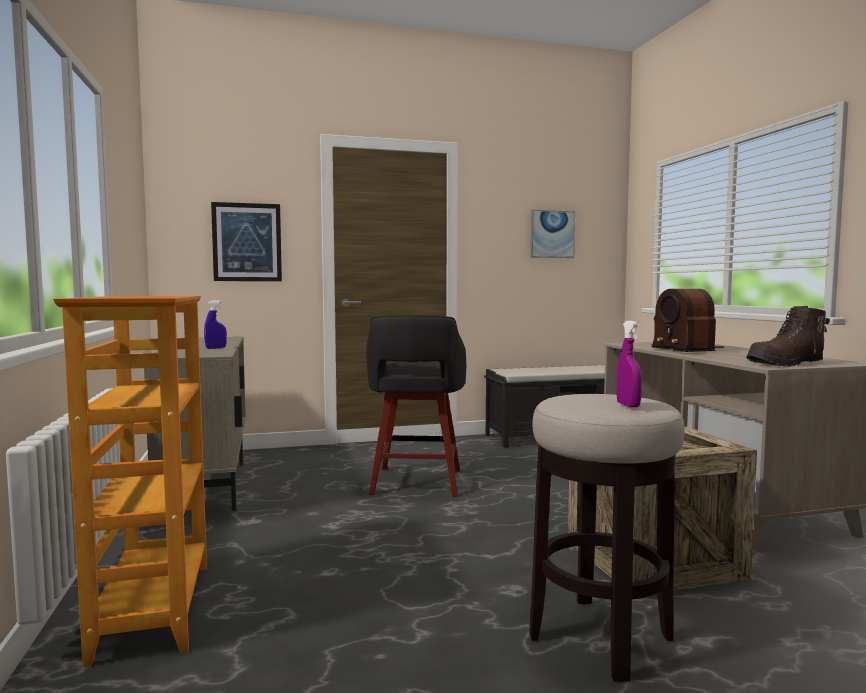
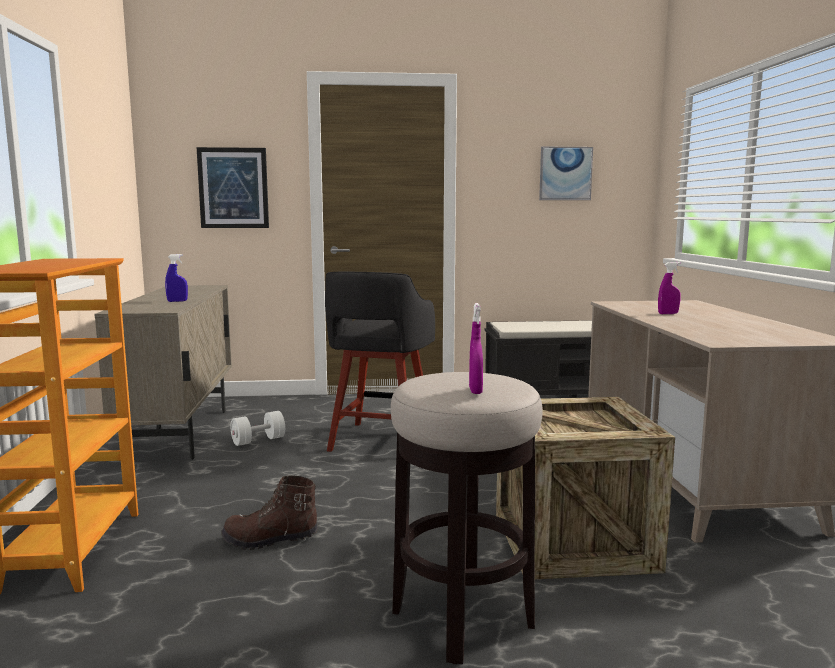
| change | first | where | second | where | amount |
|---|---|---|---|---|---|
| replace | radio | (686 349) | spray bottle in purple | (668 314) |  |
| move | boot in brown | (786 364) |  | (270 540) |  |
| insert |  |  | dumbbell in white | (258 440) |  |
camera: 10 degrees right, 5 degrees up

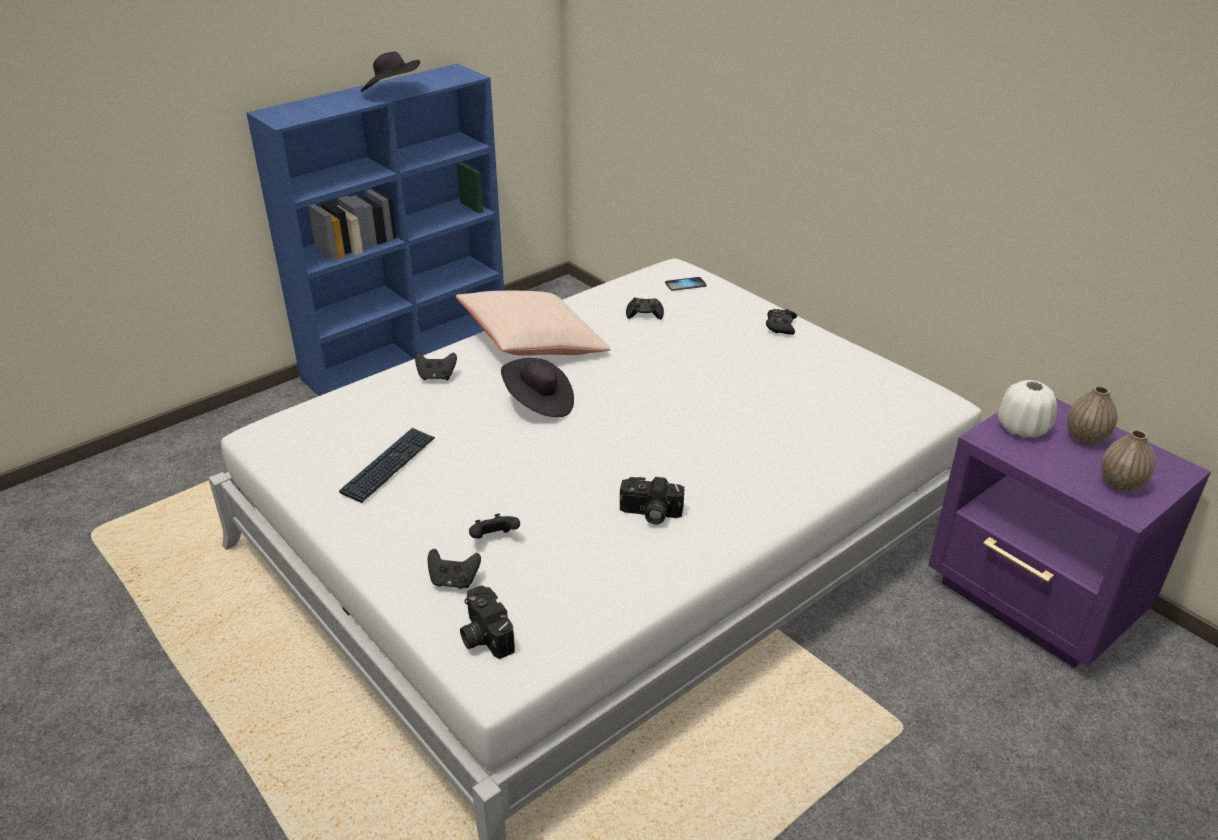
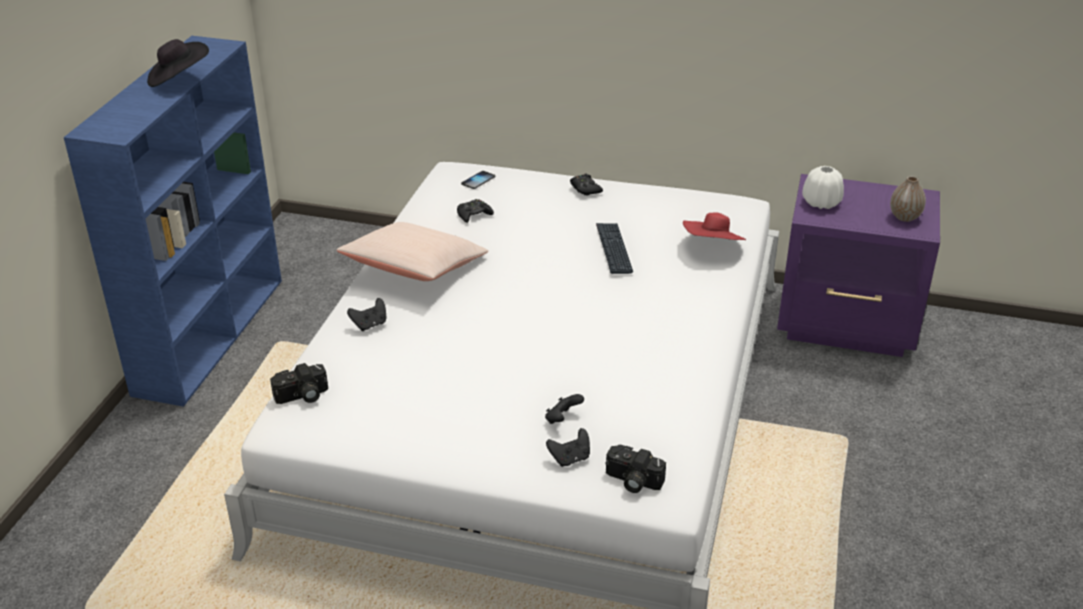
| change | first | where | second | where | amount |
|---|---|---|---|---|---|
| delete | hat in black | (539 403) |  |  |  |
| delete | vase | (1085 438) |  |  |  |
| move | keyboard | (389 466) |  | (613 249) |  |
| move | photo camera | (650 513) |  | (302 396) |  |
| insert |  |  | hat in red | (713 246) |  |
camera: 35 degrees left, 0 degrees up

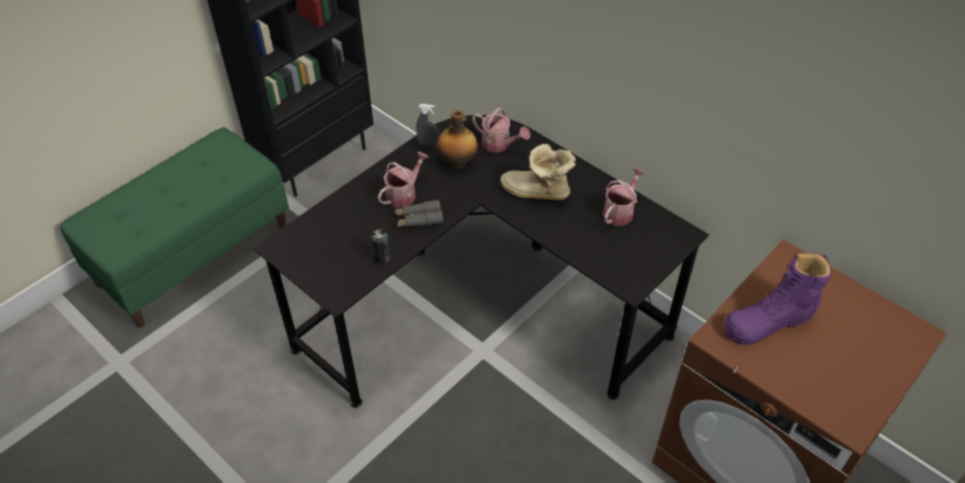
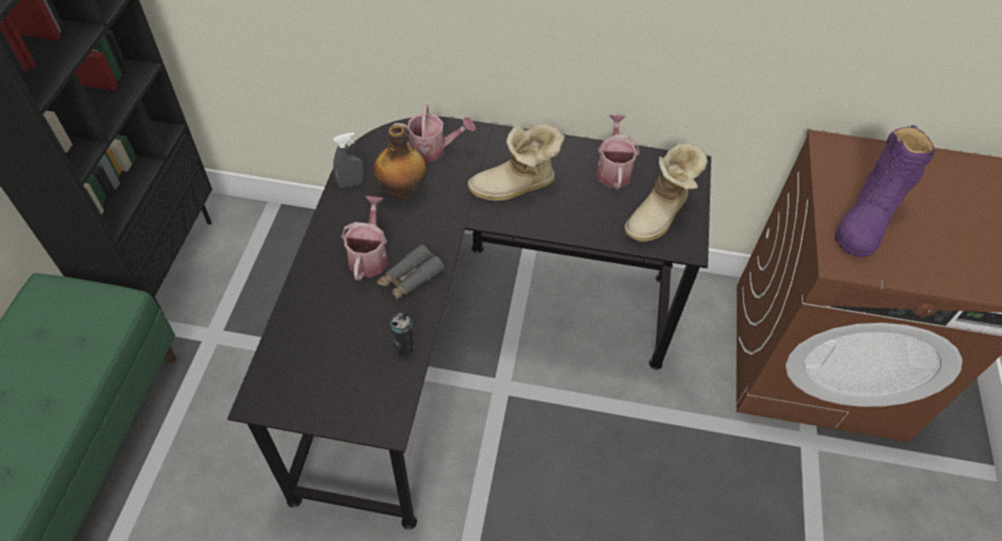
| change | first | where | second | where | amount |
|---|---|---|---|---|---|
| insert |  |  | boot | (660 216) |  |
camera: 35 degrees left, 5 degrees up

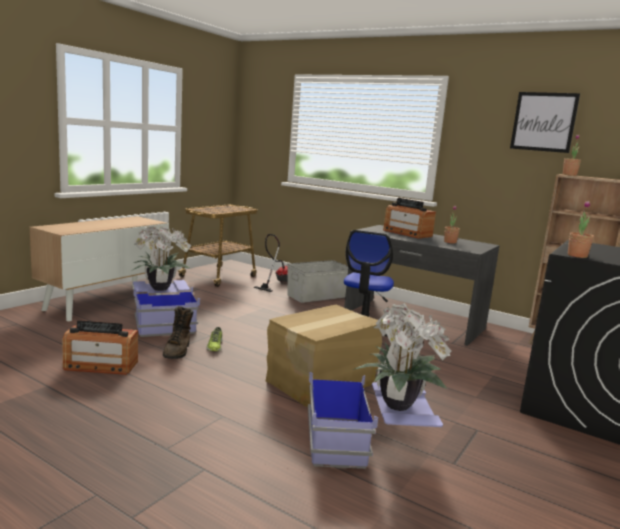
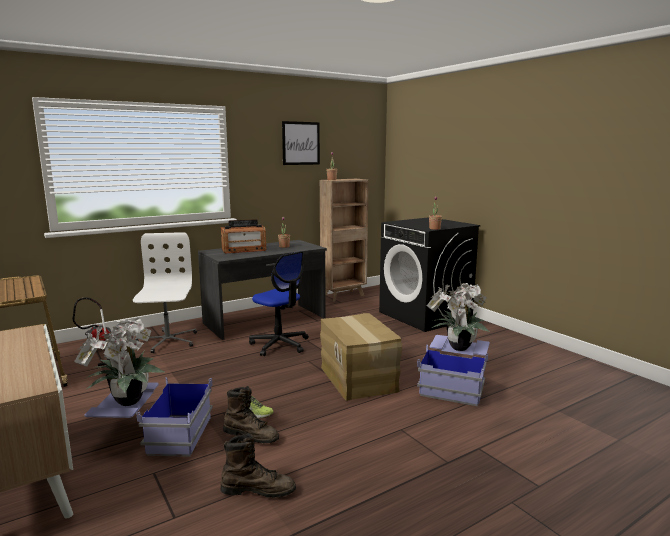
| change | first | where | second | where | amount |
|---|---|---|---|---|---|
| replace | storage box in grey | (318 296) | office chair in white | (167 341) |  |
| replace | radio | (101 365) | boot in brown | (258 490) |  |
camera: 65 degrees left, 0 degrees up

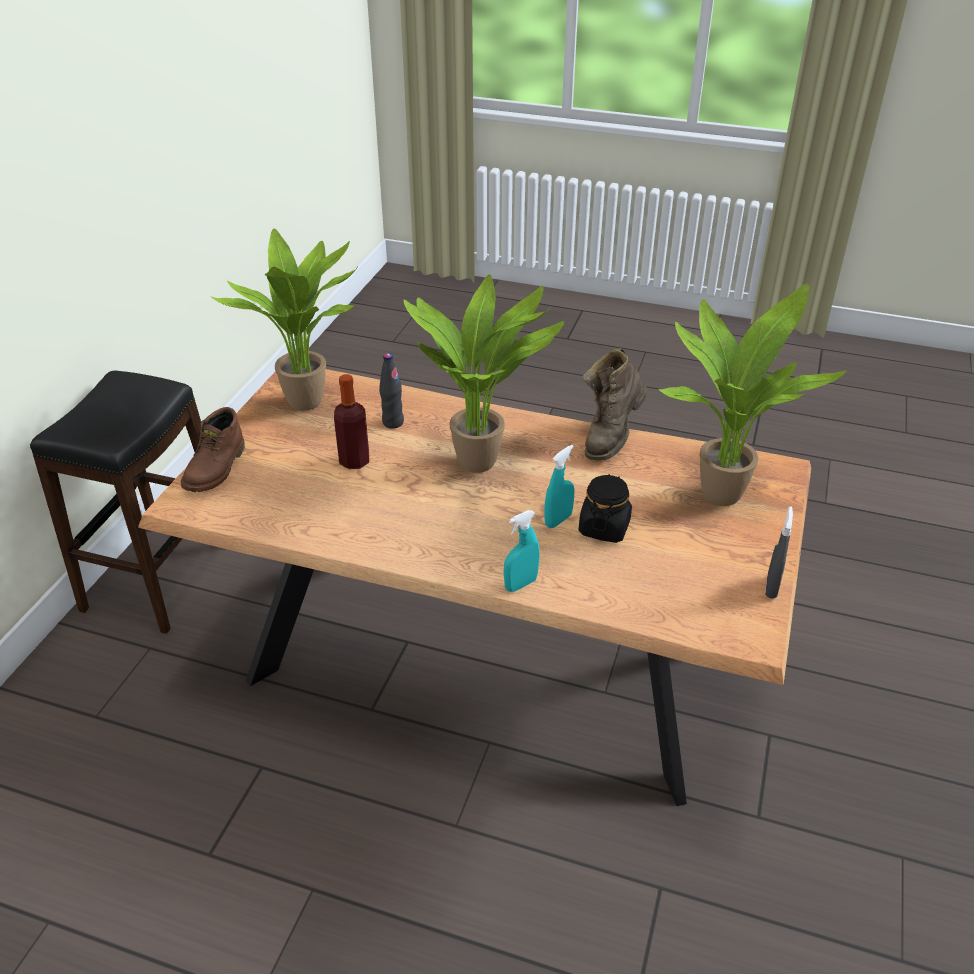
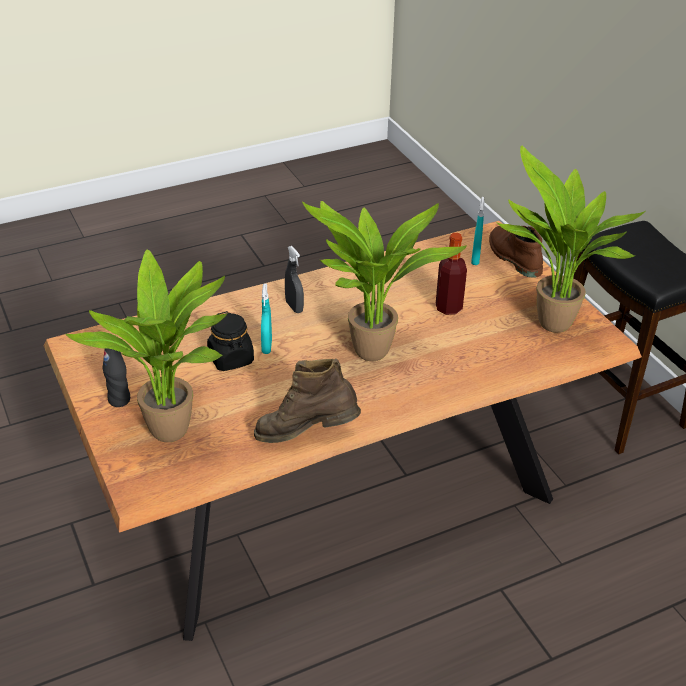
| change | first | where | second | where | amount |
|---|---|---|---|---|---|
| rotate | boot in brown | (611 436) |  | (307 435) | 75 degrees counterclockwise |
| move | bottle in black | (393 422) |  | (119 400) |  |
| move | spray bottle in grey | (771 587) |  | (294 307) |  |
| move | spray bottle in turquoise | (520 584) |  | (475 259) |  |
camera: 135 degrees right, 0 degrees up

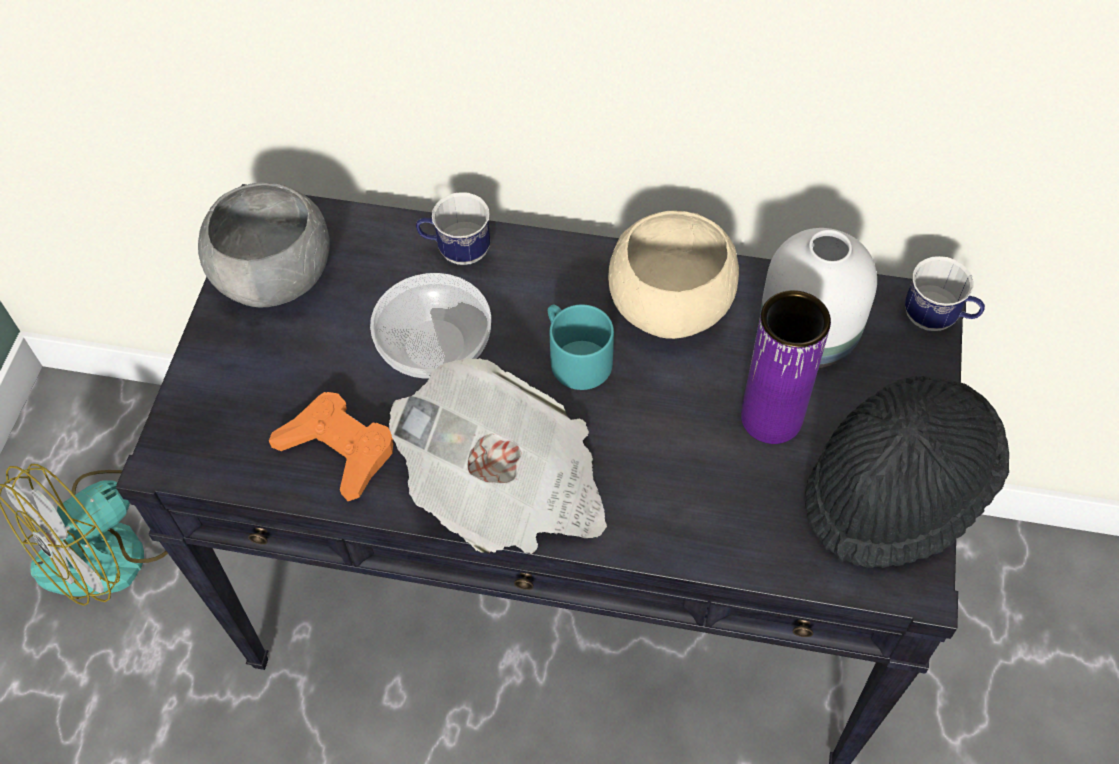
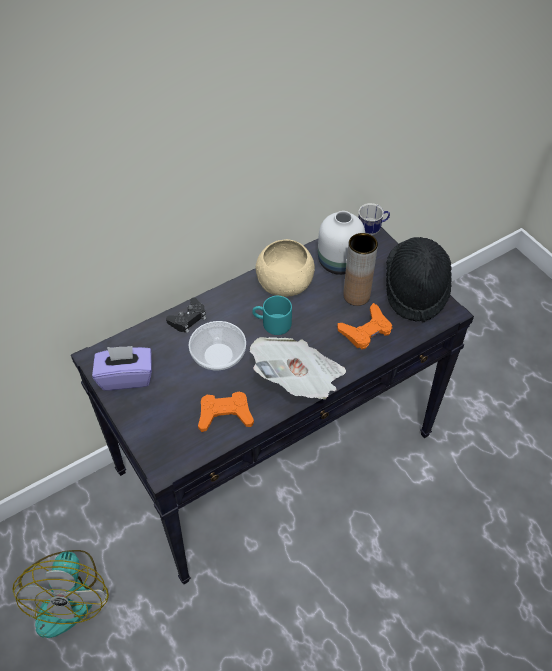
| change | first | where | second | where | amount |
|---|---|---|---|---|---|
| replace | bowl in grey | (273 275) | tissue box in purple | (126 377) |  |
| replace | mug | (456 251) | game controller in black | (188 319) |  |
| recolor | vase in purple | (771 418) | vase in brown | (356 295) |  |
| insert |  |  | game controller in orange | (366 331) |  |
camera: 45 degrees left, 5 degrees down

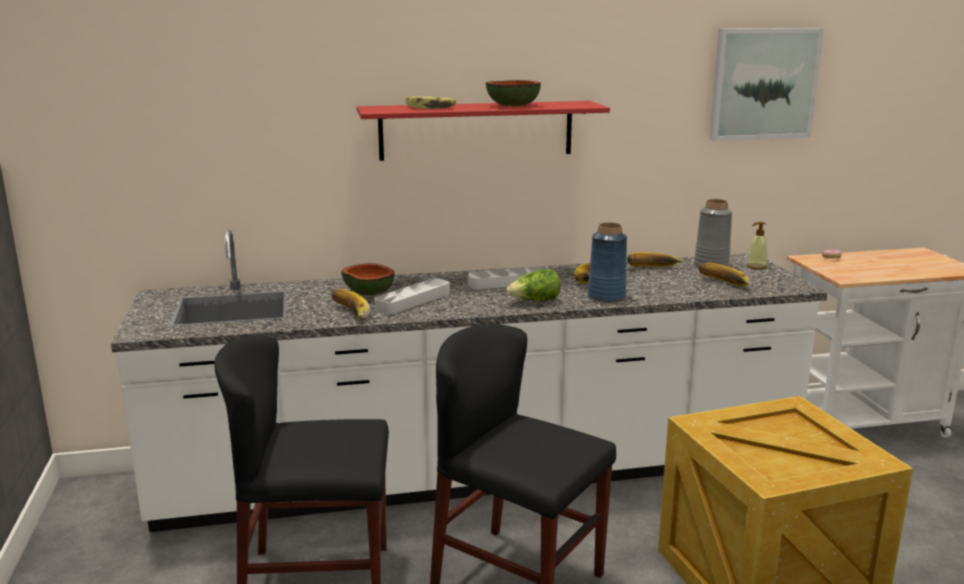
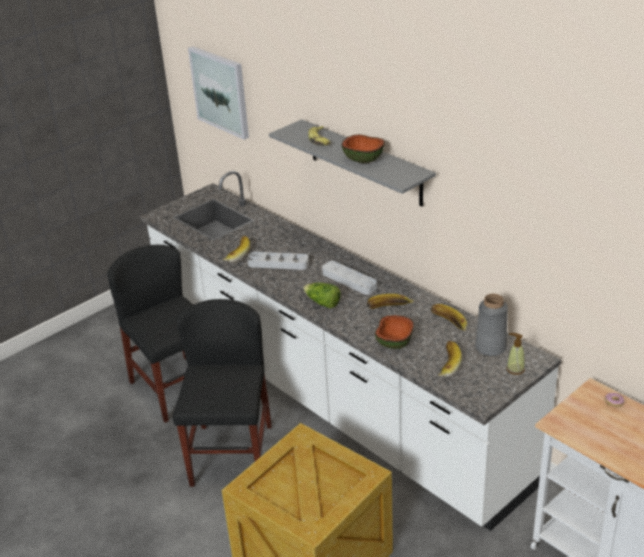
| change | first | where | second | where | amount |
|---|---|---|---|---|---|
| move | picture | (763 84) |  | (220 91) |  |
| recolor | shelf in red | (476 130) | shelf in grey | (365 163) |  |
| delete | vase in blue | (606 296) |  |  |  |
| move | bowl | (368 293) |  | (394 342) |  |
camera: 60 degrees right, 15 degrees up

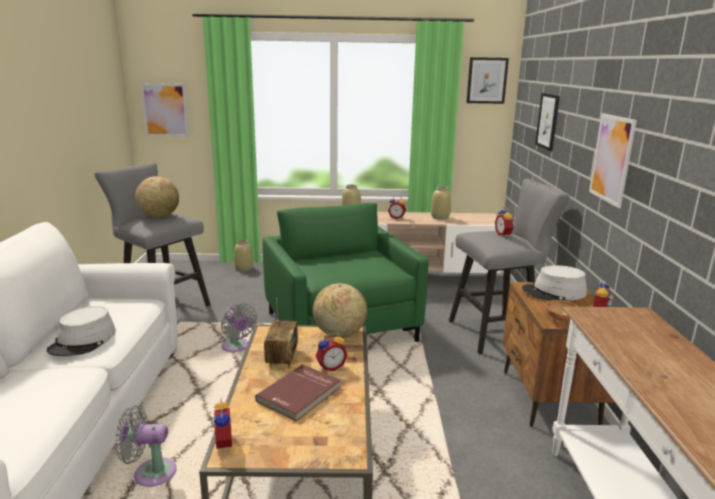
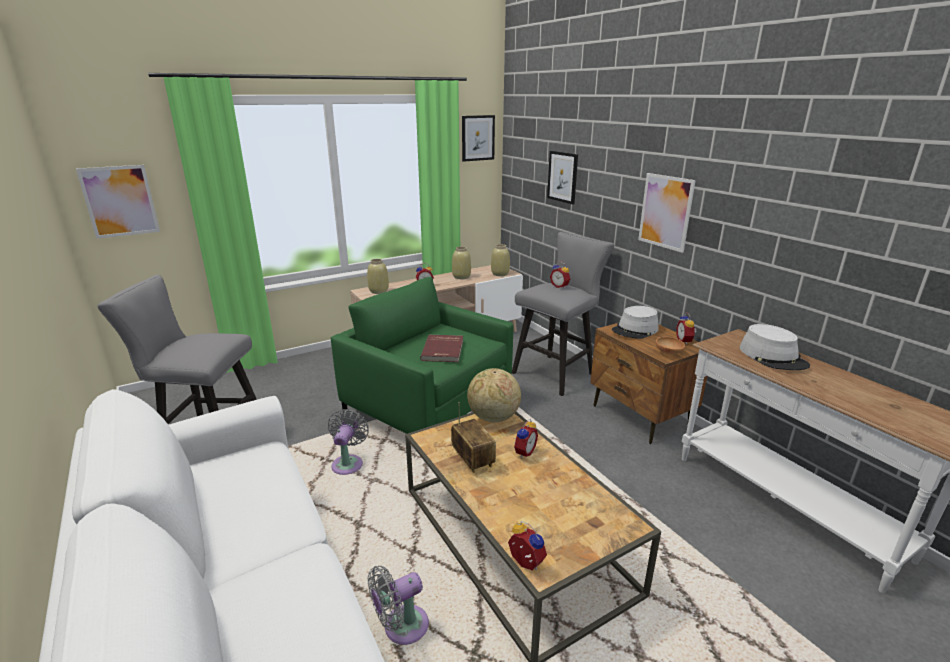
| change | first | where | second | where | amount |
|---|---|---|---|---|---|
| delete | globe | (159 216) |  |  |  |
| move | vase in beige | (244 268) |  | (500 274) |  |
| rotate | fan in grey | (237 347) |  | (348 463) | 105 degrees counterclockwise |
| move | hat in grey | (83 341) |  | (773 357) |  |
| move | book in red | (300 394) |  | (443 350) |  |
camera: 30 degrees left, 5 degrees up

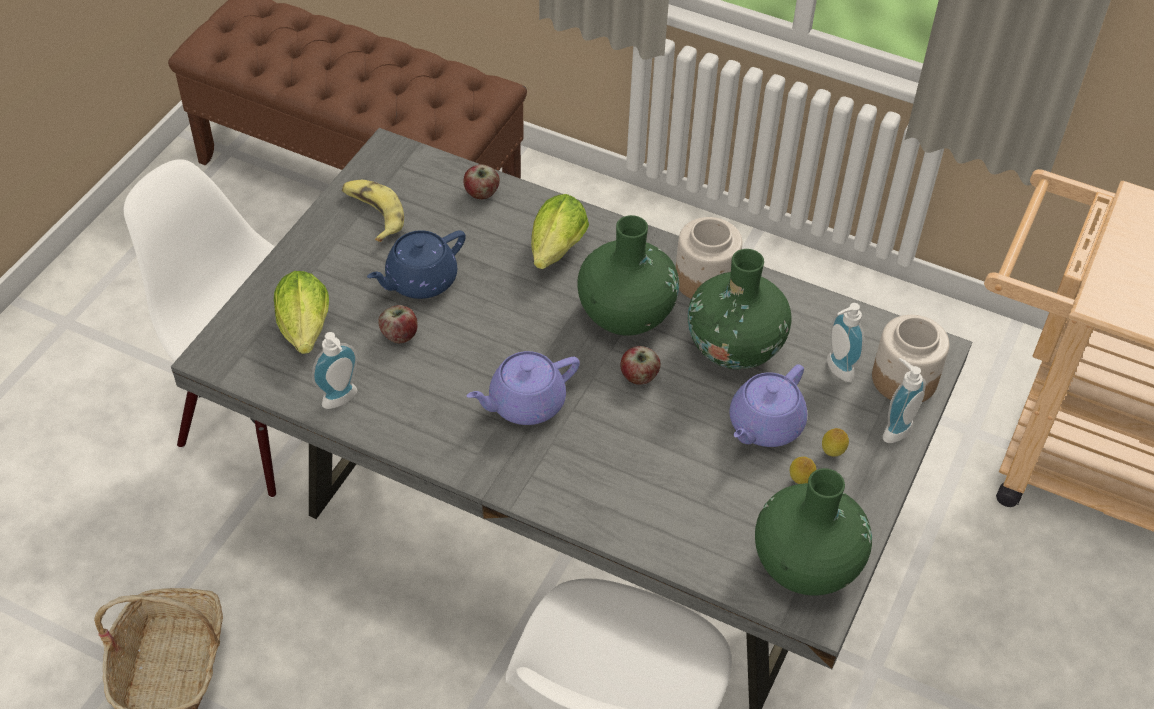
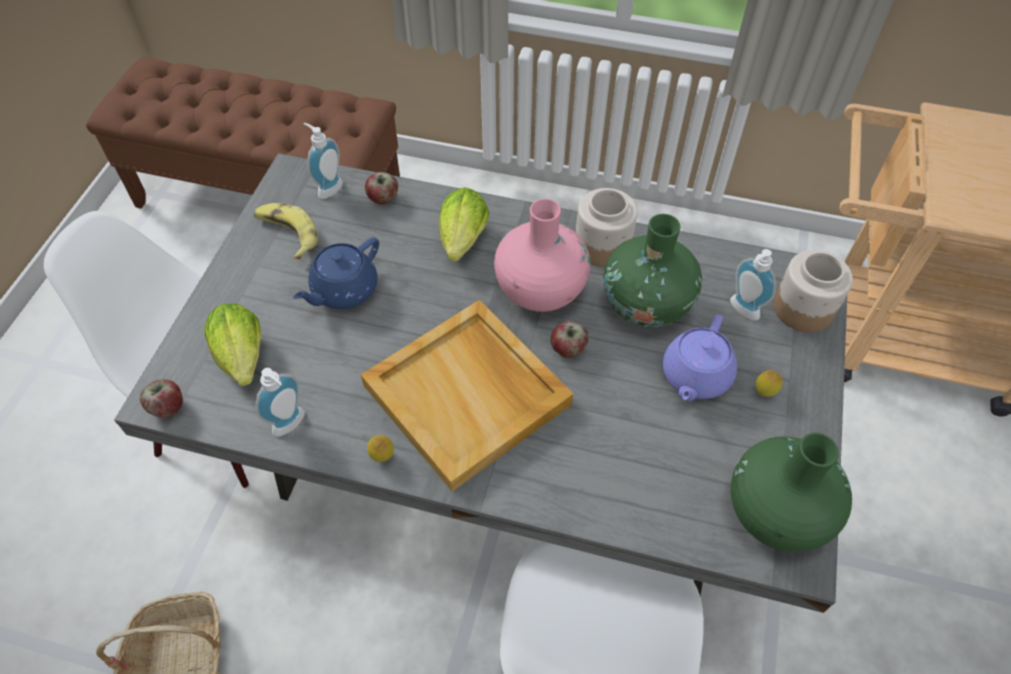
| change | first | where | second | where | amount |
|---|---|---|---|---|---|
| recolor | vase in green | (625 314) | vase in pink | (540 290) |  |
| move | apple | (399 335) |  | (168 407) |  |
| replace | teapot in purple | (525 403) | tray in beige | (469 395) |  |
| move | soap dispenser | (893 428) |  | (328 188) |  |
| move | lemon | (800 481) |  | (382 457) |  |
camera: 10 degrees left, 5 degrees up

